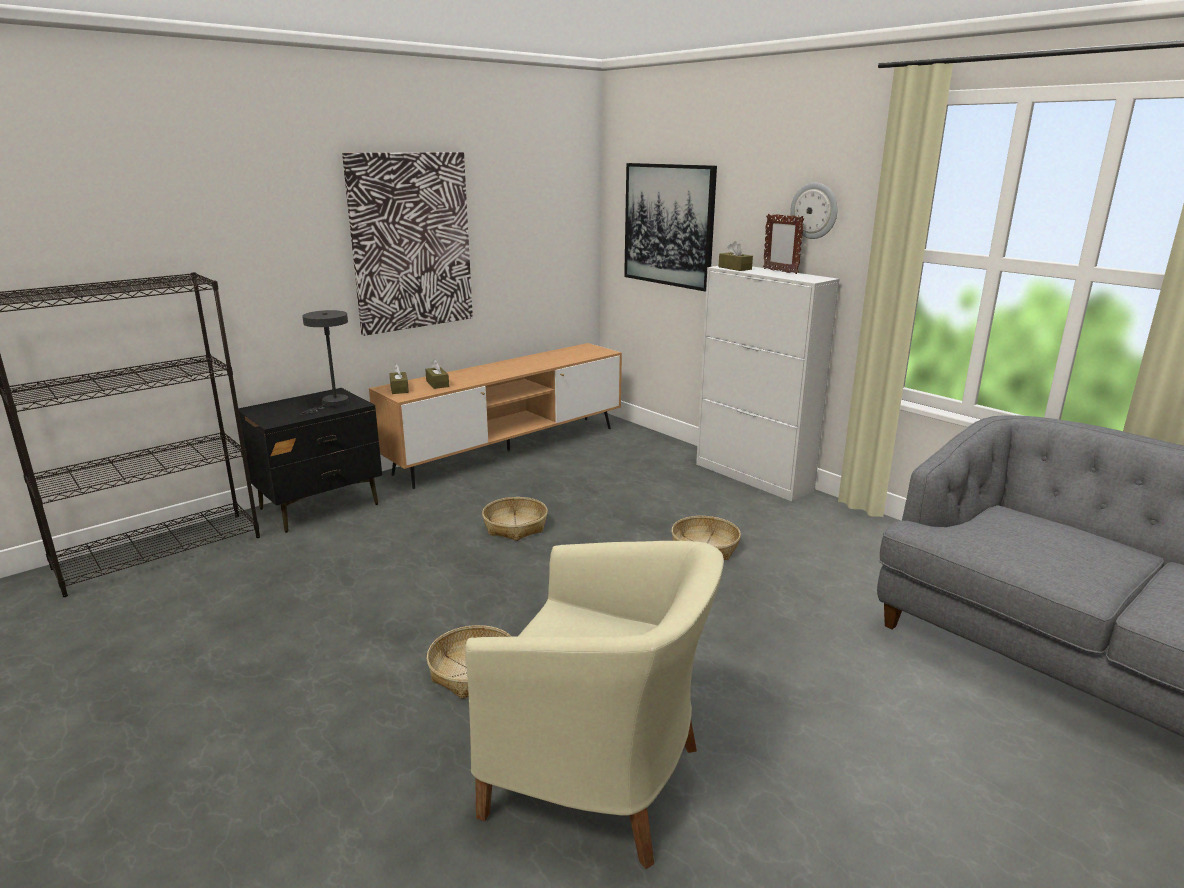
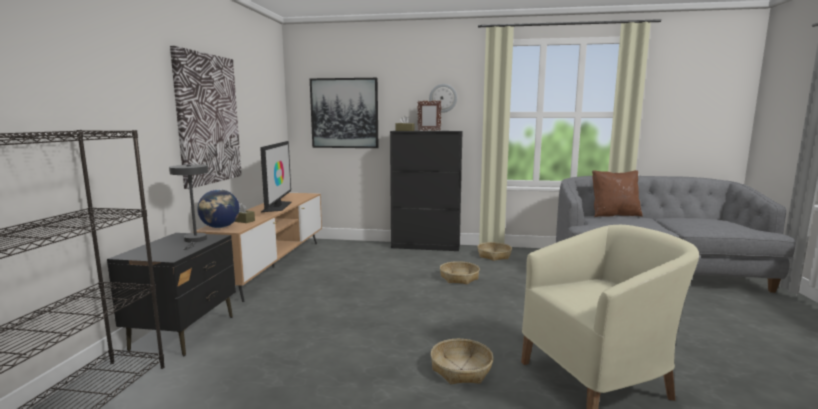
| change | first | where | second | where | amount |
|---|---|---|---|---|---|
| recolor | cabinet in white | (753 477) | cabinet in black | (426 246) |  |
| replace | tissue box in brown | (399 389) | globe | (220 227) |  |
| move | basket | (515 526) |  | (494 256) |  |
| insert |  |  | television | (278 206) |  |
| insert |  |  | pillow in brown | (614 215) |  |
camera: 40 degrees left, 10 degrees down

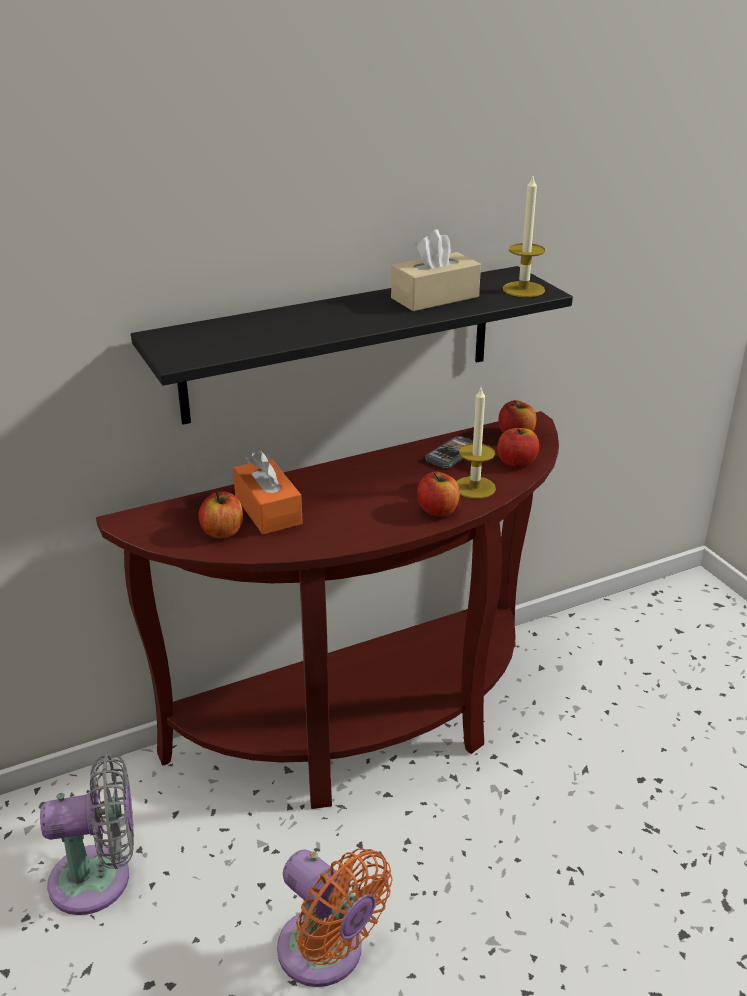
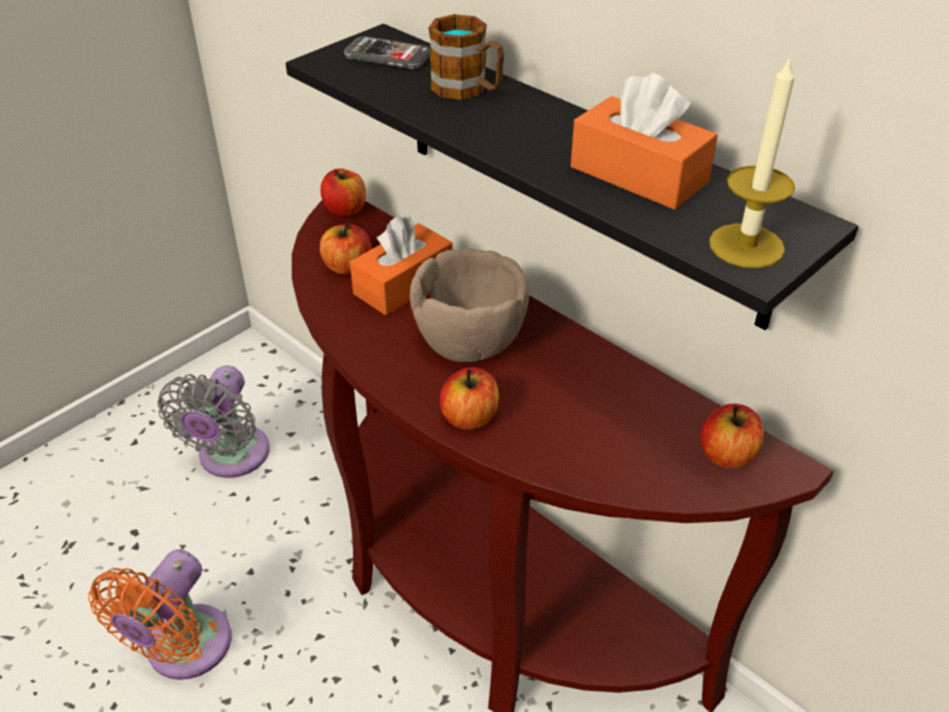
| change | first | where | second | where | amount |
|---|---|---|---|---|---|
| recolor | tissue box in beige | (435 297) | tissue box in orange | (638 175) |  |
| delete | candle | (474 487) |  |  |  |
| move | apple | (516 462) |  | (345 210) |  |
| move | phone | (452 454) |  | (387 56) |  |
| rotate | fan in grey | (99 879) |  | (230 458) | 45 degrees clockwise |
| insert |  |  | mug | (468 90) |  |
| insert |  |  | bowl in brown | (471 340) |  |
camera: 70 degrees right, 10 degrees up

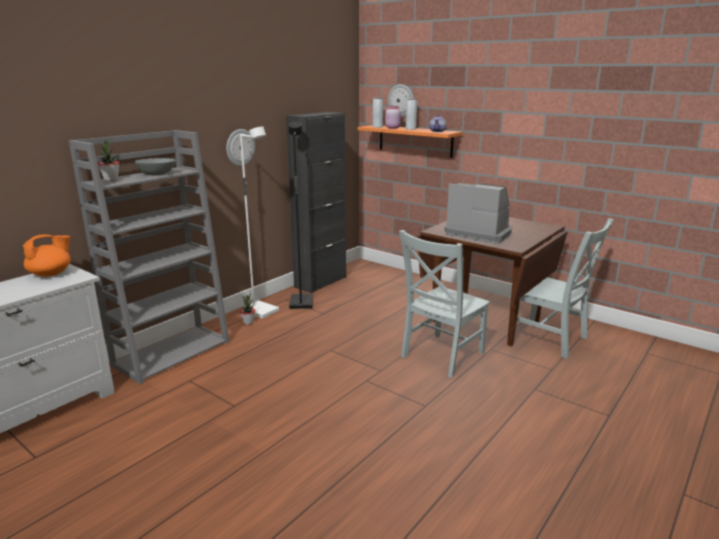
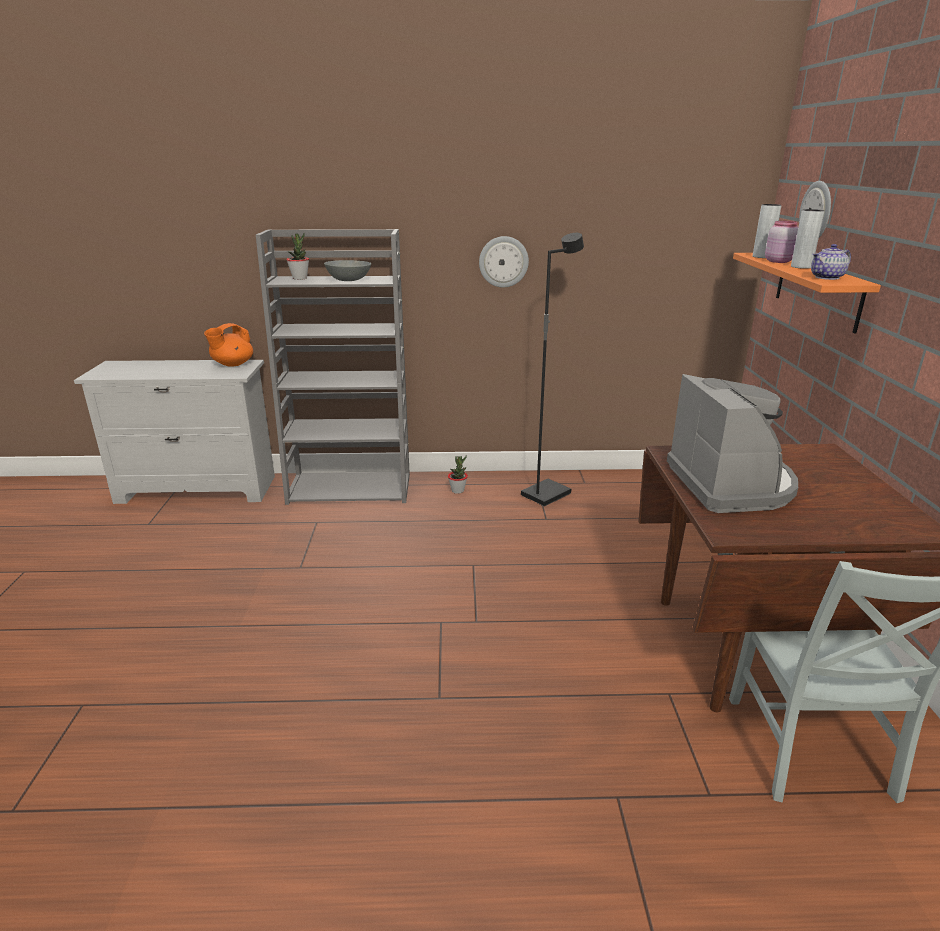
| change | first | where | second | where | amount |
|---|---|---|---|---|---|
| delete | cabinet in black | (320 282) |  |  |  |
| delete | floor lamp in white | (261 311) |  |  |  |
| delete | chair in grey | (440 356) |  |  |  |
| rotate | teapot in orange | (51 274) |  | (232 364) | 120 degrees clockwise |
camera: 50 degrees right, 5 degrees up

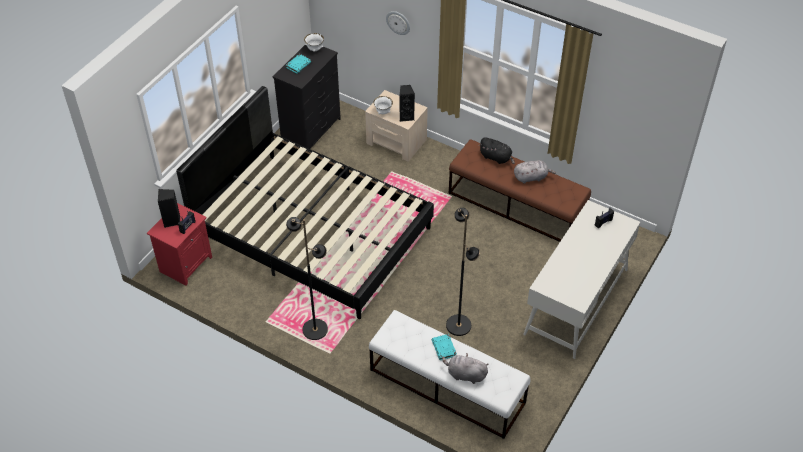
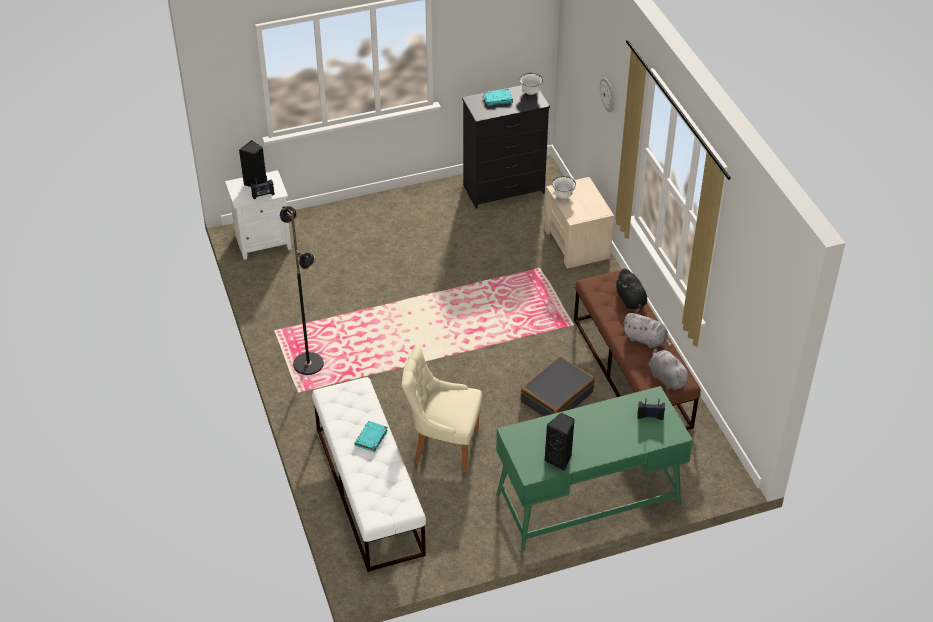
| change | first | where | second | where | amount |
|---|---|---|---|---|---|
| move | speaker in black | (406 116) |  | (559 459) |  |
| delete | bed in black | (312 231) |  |  |  |
| recolor | desk in white | (576 301) | desk in green | (587 499) |  |
| recolor | nightstand in red | (185 263) | nightstand in white | (264 241) |  |
| replace | floor lamp in black | (459 325) | chair in beige | (443 445) |  |
| move | plush toy in grey | (465 374) |  | (666 378) |  |
| insert |  |  | suitcase in black | (556 397) |  |
camera: 40 degrees right, 5 degrees down

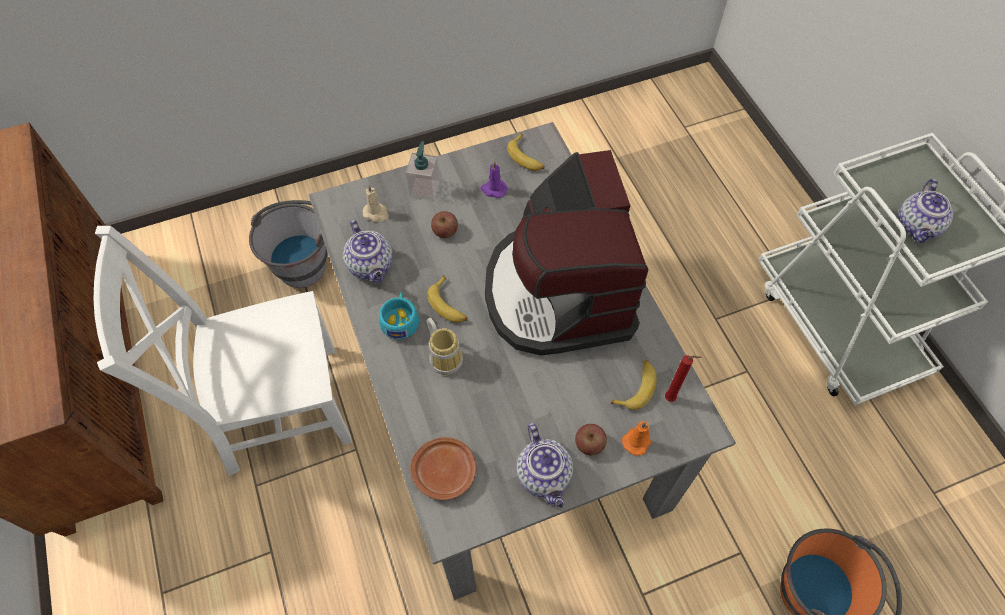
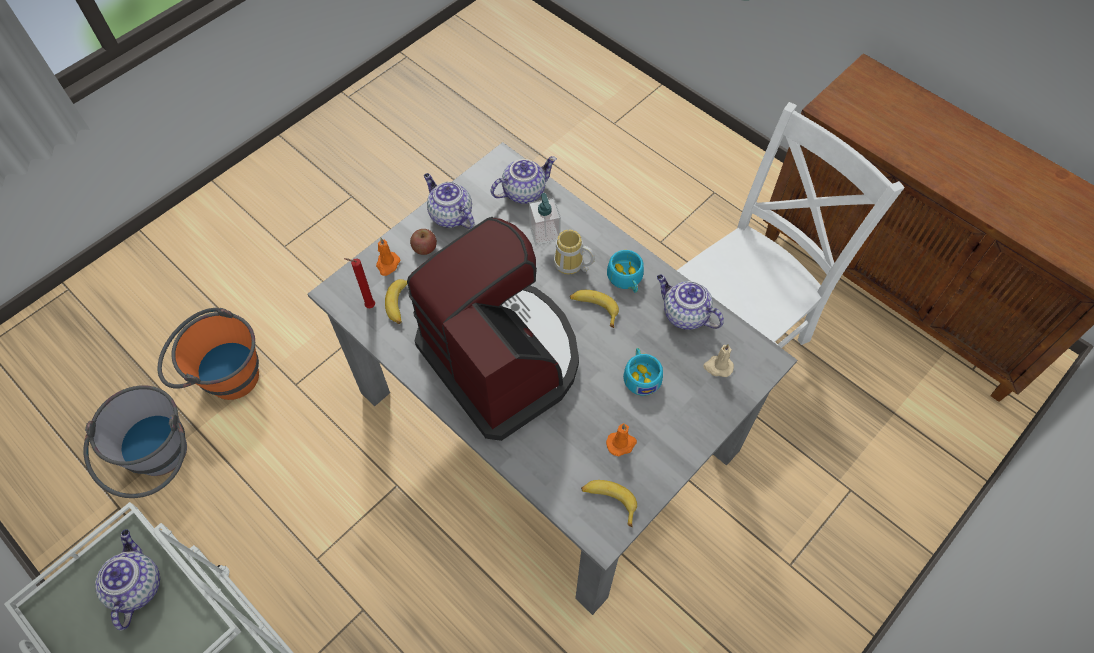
| change | first | where | second | where | amount |
|---|---|---|---|---|---|
| move | soap dispenser | (424 188) |  | (544 233) |  |
| recolor | candle in purple | (493 189) | candle in orange | (621 443) |  |
| move | bucket in grey | (306 259) |  | (160 462) |  |
| replace | apple | (445 231) | cup in turquoise | (641 376) |  |
| replace | plate in brown | (445 472) | teapot | (524 191) |  |
camera: 155 degrees right, 0 degrees up

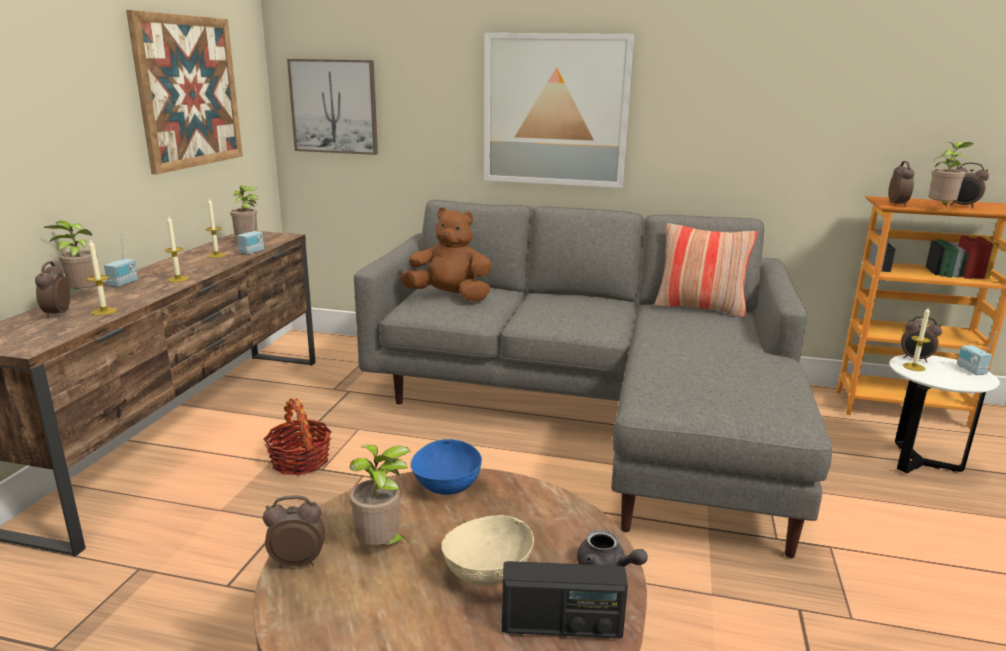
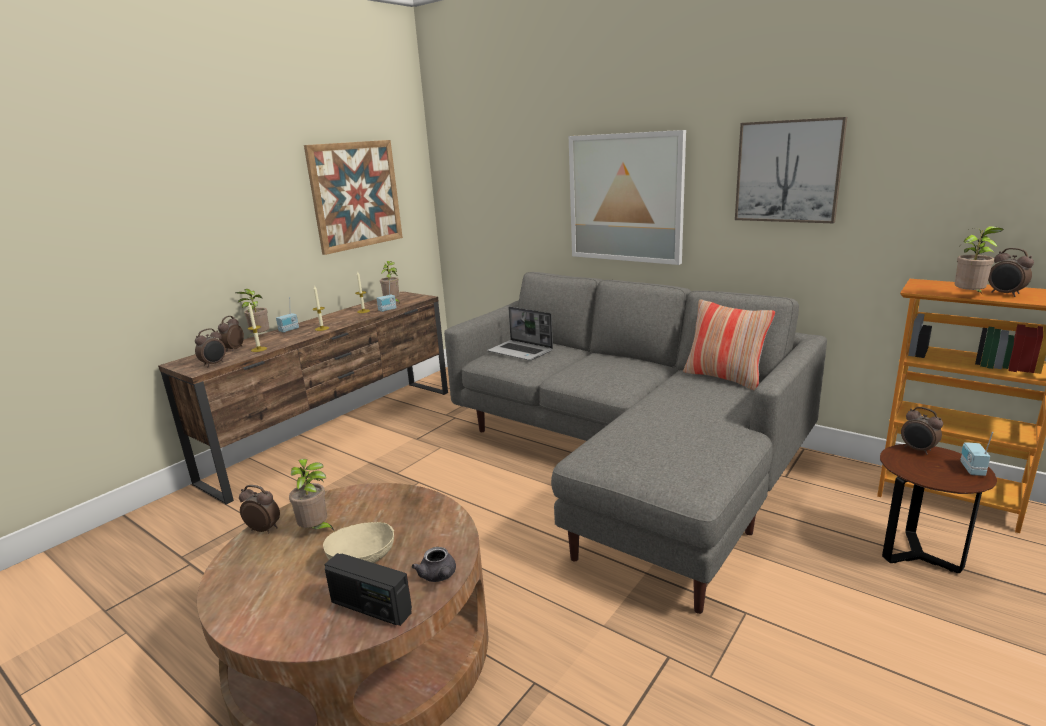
| change | first | where | second | where | amount |
|---|---|---|---|---|---|
| move | picture | (334 106) |  | (788 171) |  |
| move | alarm clock | (897 205) |  | (214 364) |  |
| replace | plush toy in brown | (450 297) | laptop | (521 351) |  |
| delete | candle | (914 367) |  |  |  |
| recolor | side table in white | (920 462) | side table in brown | (918 555) |  |
| delete | basket | (300 461) |  |  |  |
| delete | bowl in blue | (446 485) |  |  |  |
camera: 25 degrees right, 0 degrees up

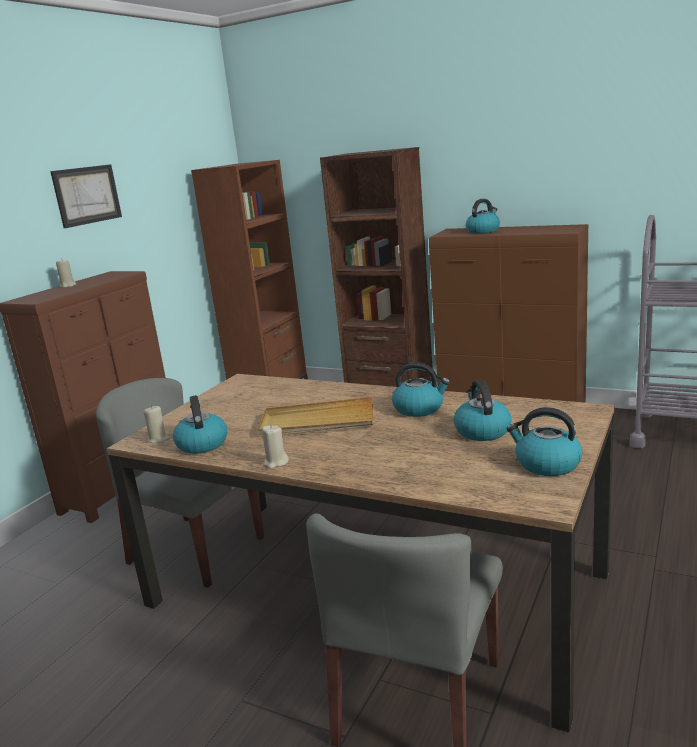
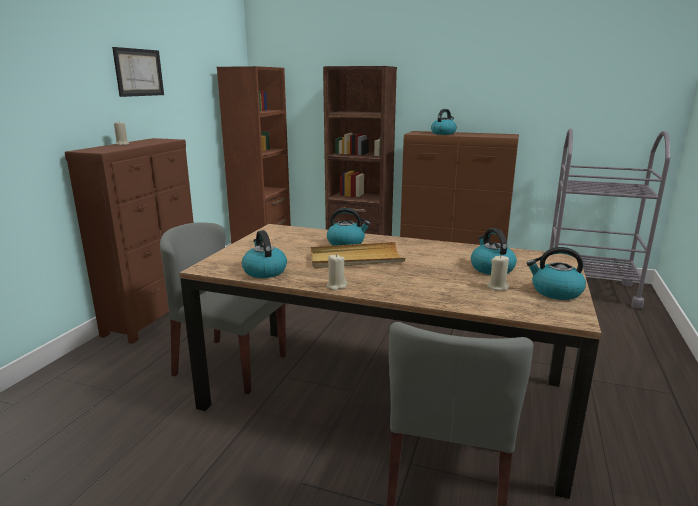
| change | first | where | second | where | amount |
|---|---|---|---|---|---|
| move | kettle | (419 408) |  | (346 243) |  |
| move | candle in beige | (158 439) |  | (498 287) |  |
camera: 10 degrees left, 0 degrees up

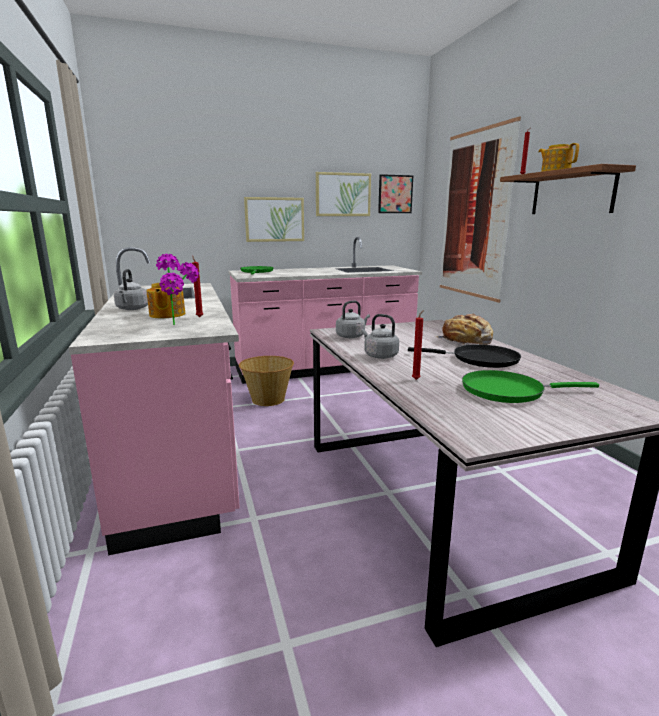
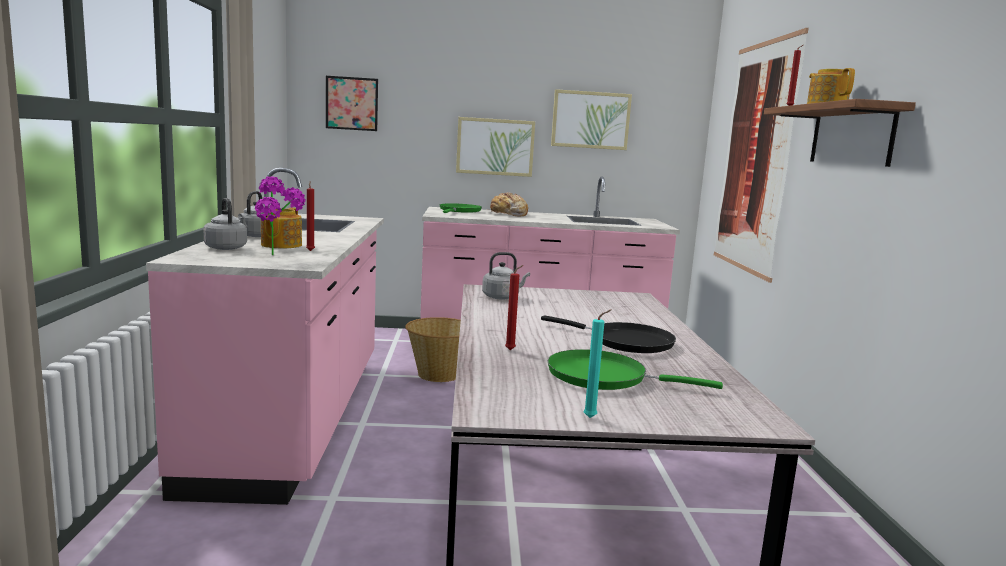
| change | first | where | second | where | amount |
|---|---|---|---|---|---|
| move | picture | (395 194) |  | (352 103) |  |
| move | kettle in grey | (379 355) |  | (225 247) |  |
| move | bread | (466 341) |  | (508 214) |  |
| insert |  |  | candle in turquoise | (592 418) |  |
camera: 15 degrees right, 5 degrees down

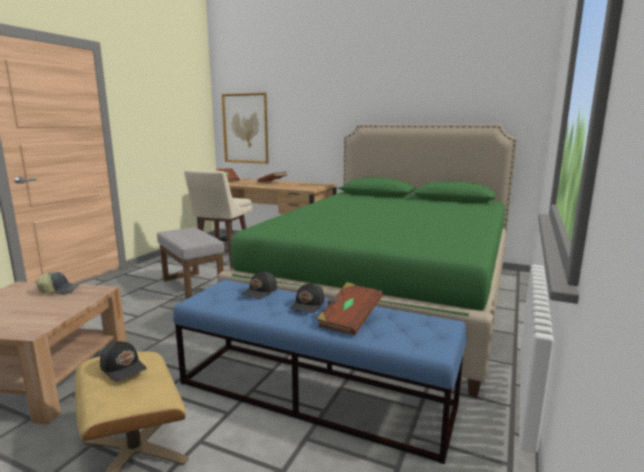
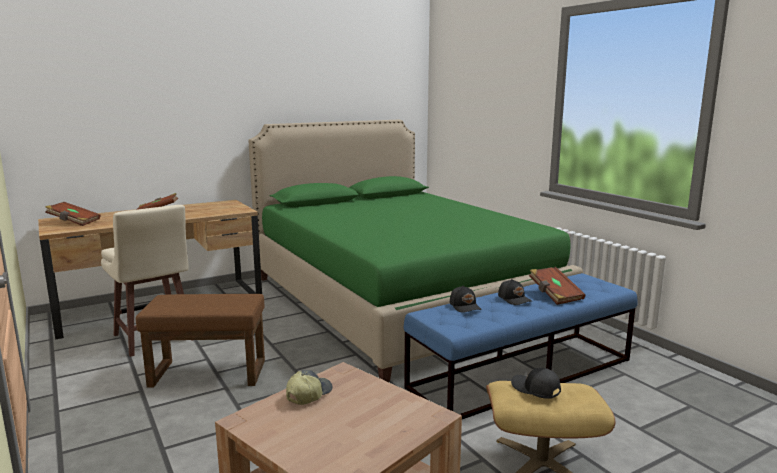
| change | first | where | second | where | amount |
|---|---|---|---|---|---|
| delete | picture | (245 128) |  |  |  |
| recolor | ottoman in grey | (191 286) | ottoman in brown | (206 374) |  |
| rotate | cap in black | (124 368) |  | (535 389) | 120 degrees counterclockwise |
camera: 55 degrees left, 0 degrees up

